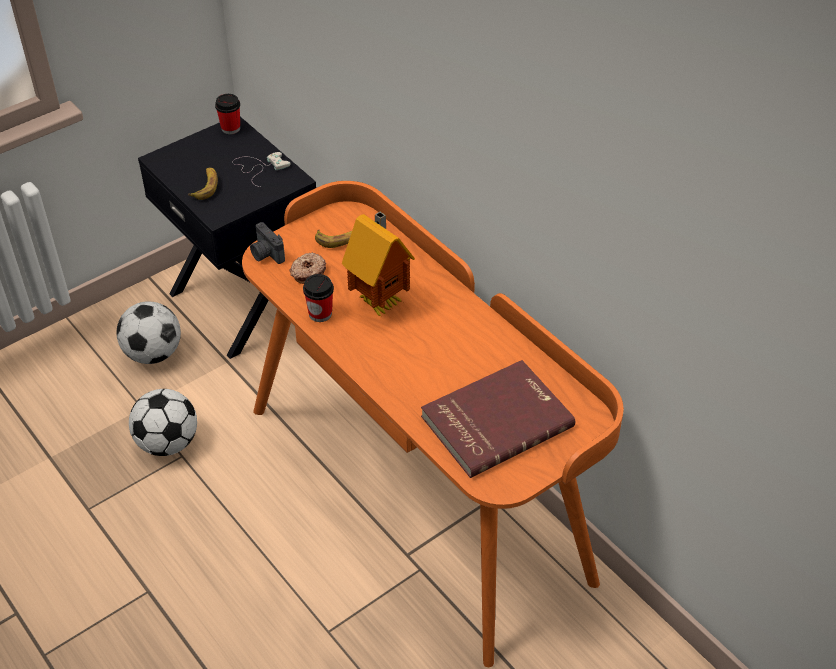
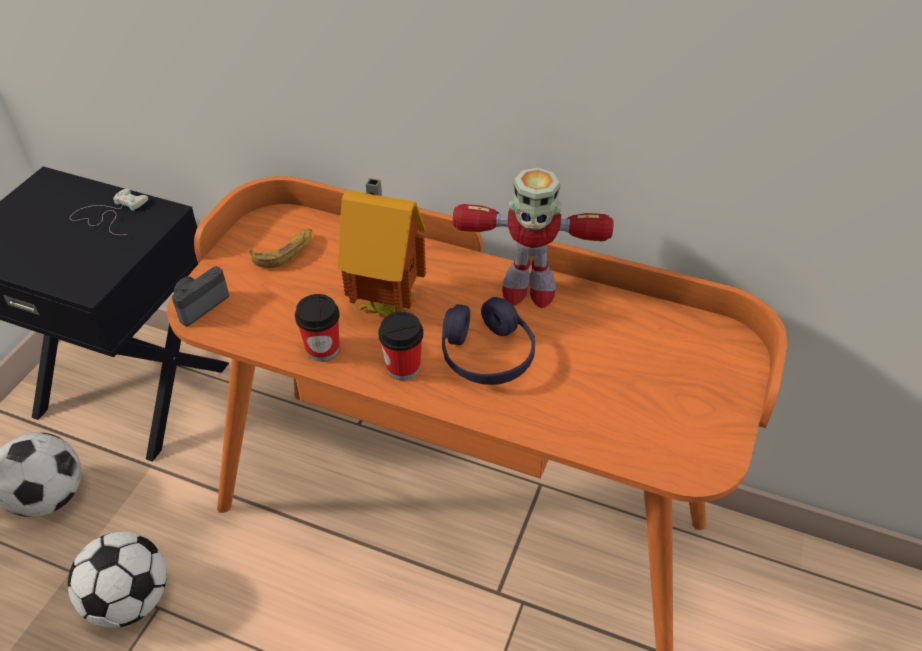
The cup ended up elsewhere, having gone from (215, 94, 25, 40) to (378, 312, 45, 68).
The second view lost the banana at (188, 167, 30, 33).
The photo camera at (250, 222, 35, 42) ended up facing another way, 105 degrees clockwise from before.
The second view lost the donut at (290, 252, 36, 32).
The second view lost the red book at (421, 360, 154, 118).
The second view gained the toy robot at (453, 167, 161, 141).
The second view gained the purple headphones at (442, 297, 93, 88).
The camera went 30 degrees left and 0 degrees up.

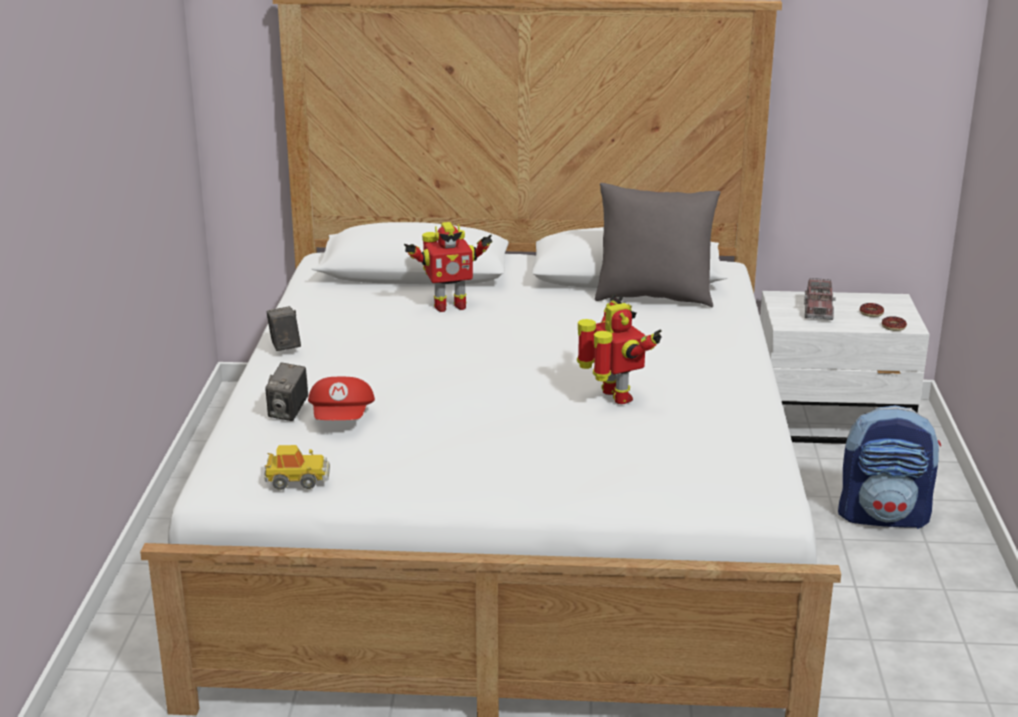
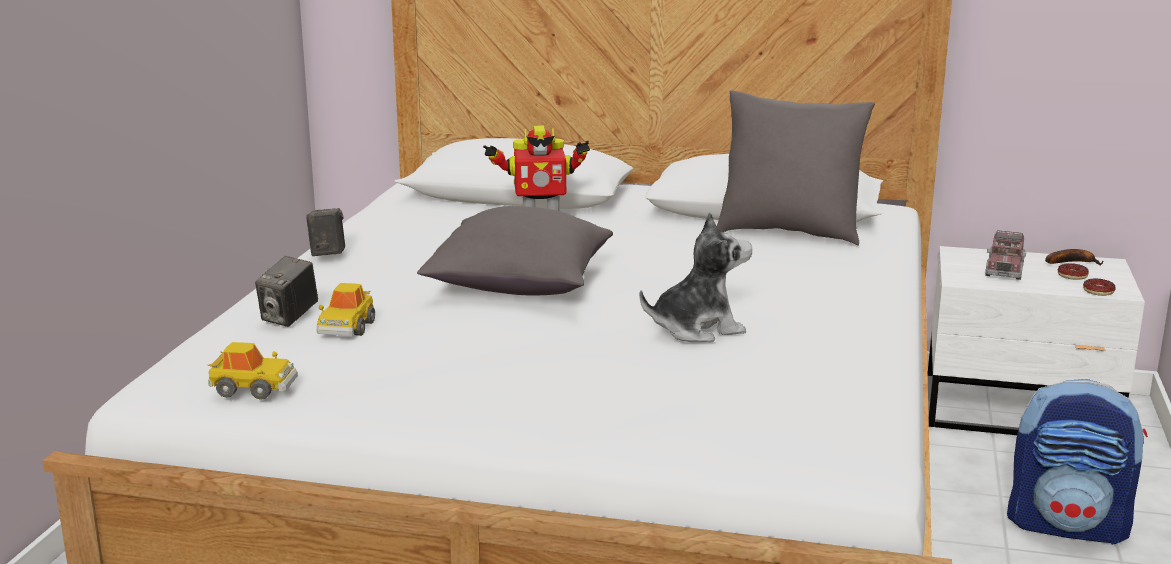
Where the toy robot stood at (577, 294, 85, 110), the plush toy came to stand at (639, 213, 113, 129).
Where the red cap stood at (308, 377, 67, 43), the toy car came to stand at (316, 283, 59, 53).
The second view gained the grey pillow at (417, 206, 196, 90).
The second view gained the banana at (1045, 249, 58, 16).
The camera went 10 degrees right and 5 degrees down.

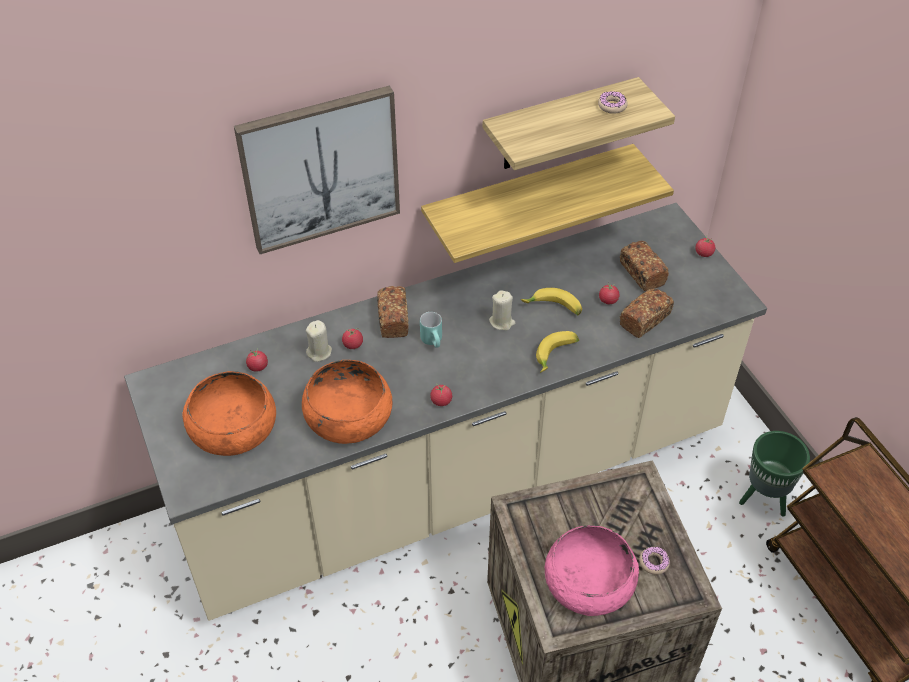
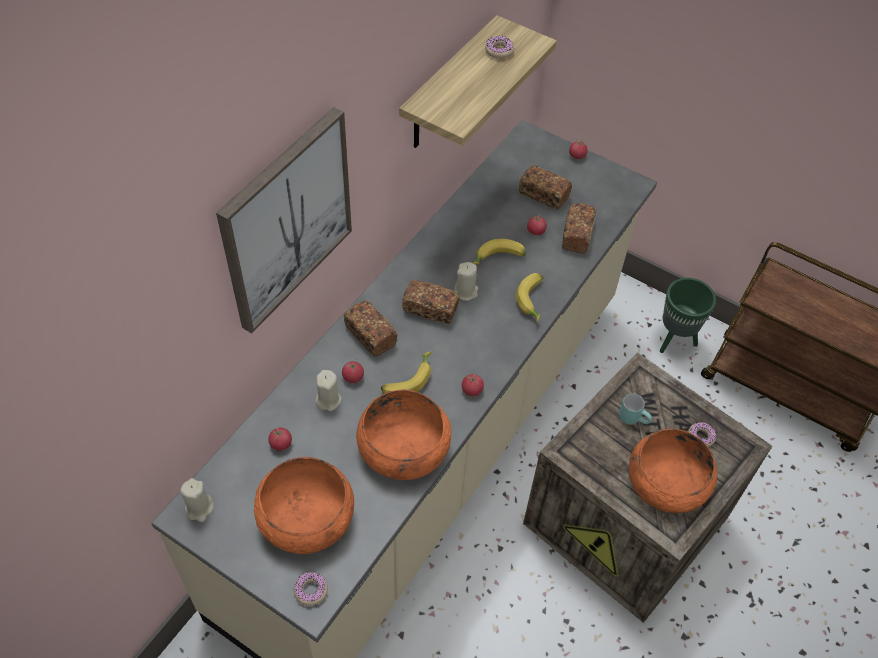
The second view lost the shelf at (421, 144, 253, 119).
The turquoise mug ended up elsewhere, having gone from (420, 312, 22, 36) to (619, 393, 33, 32).
What was the pink bowl at (545, 525, 94, 91) turned into the orange bowl at (629, 429, 88, 84).
The second view gained the bread at (402, 280, 58, 44).
The second view gained the banana at (381, 351, 51, 43).
The second view gained the beige candle at (180, 478, 34, 44).
The second view gained the donut at (294, 572, 34, 34).
The camera went 35 degrees left and 5 degrees up.

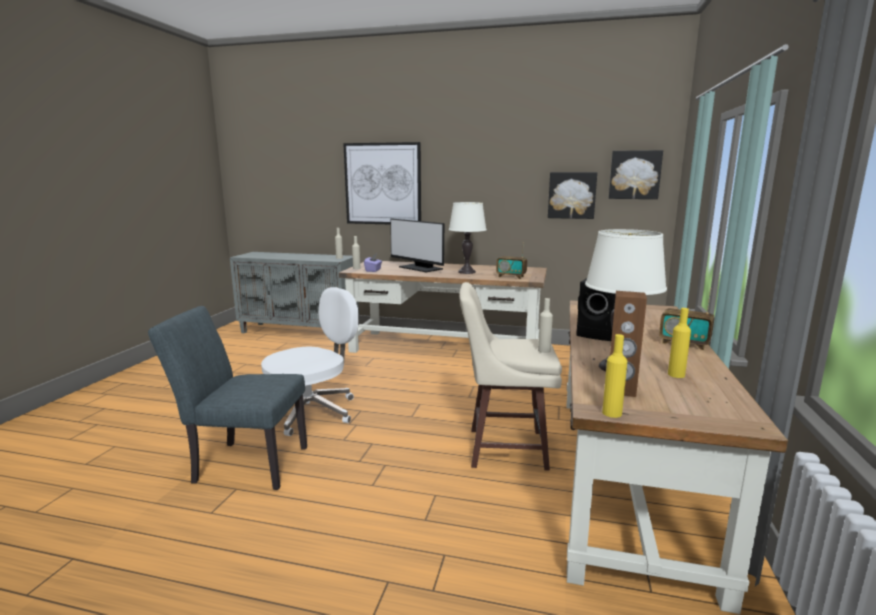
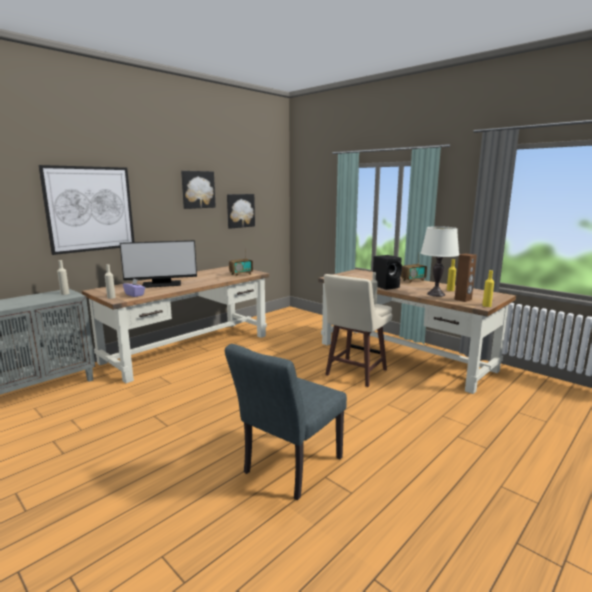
The picture ended up elsewhere, having gone from (609, 150, 54, 49) to (181, 171, 35, 38).
The second view lost the white table lamp at (449, 202, 38, 72).
The second view lost the white office chair at (261, 287, 98, 149).
The camera went 60 degrees left and 0 degrees up.

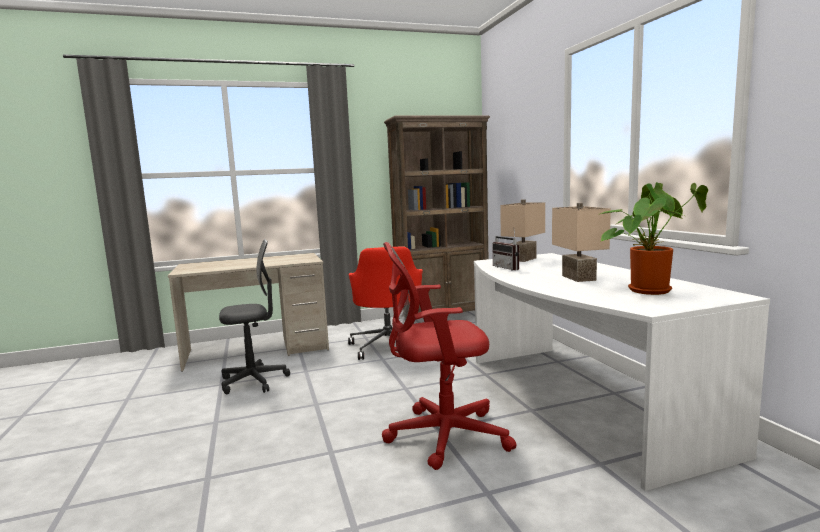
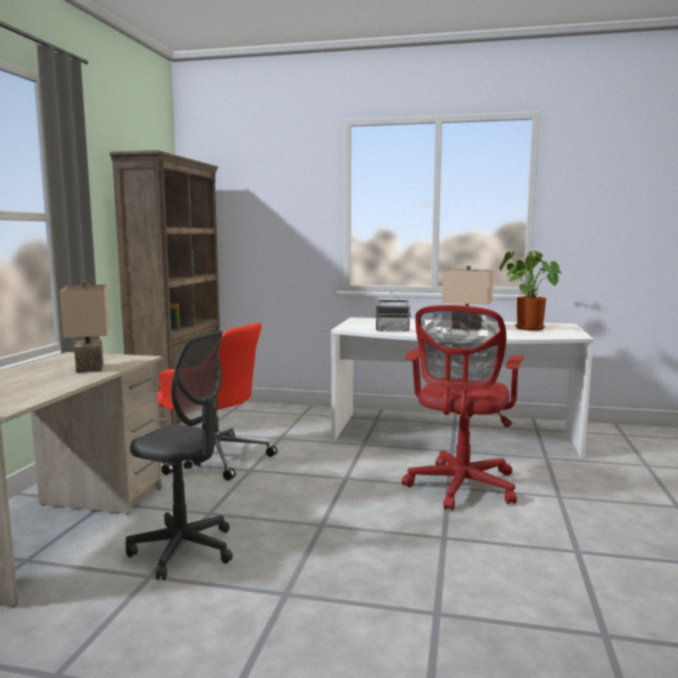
The beige table lamp ended up elsewhere, having gone from (500, 199, 45, 63) to (60, 281, 49, 92).
The grey office chair at (219, 239, 71, 155) ended up facing another way, 105 degrees clockwise from before.
The camera went 60 degrees left and 0 degrees up.

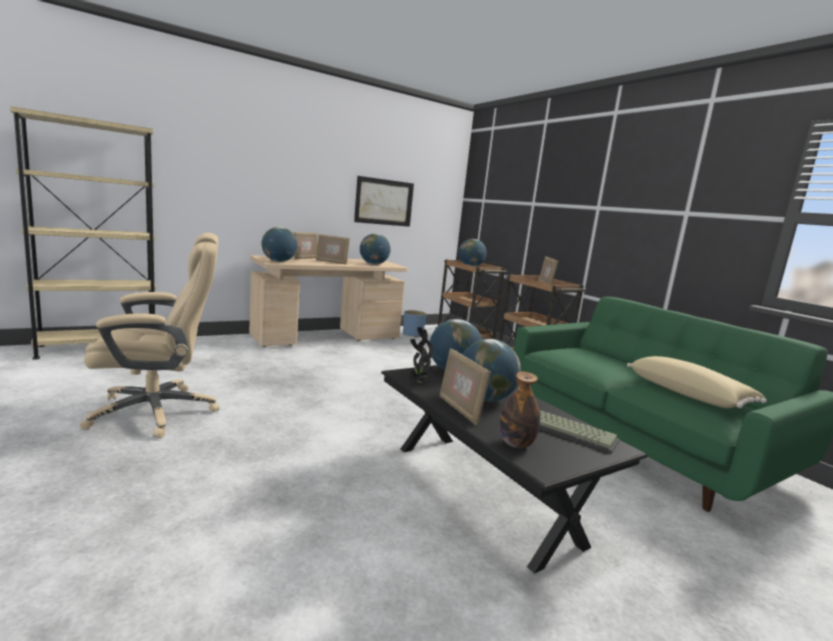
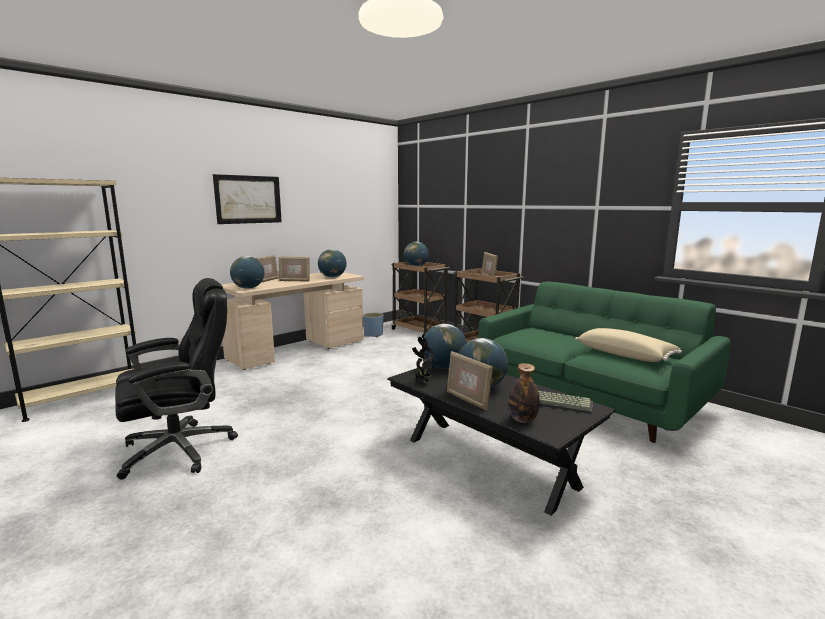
The picture ended up elsewhere, having gone from (354, 176, 60, 51) to (213, 174, 69, 50).
What was the beige office chair at (80, 233, 140, 205) turned into the black office chair at (115, 278, 123, 202).
The camera went 10 degrees left and 0 degrees up.

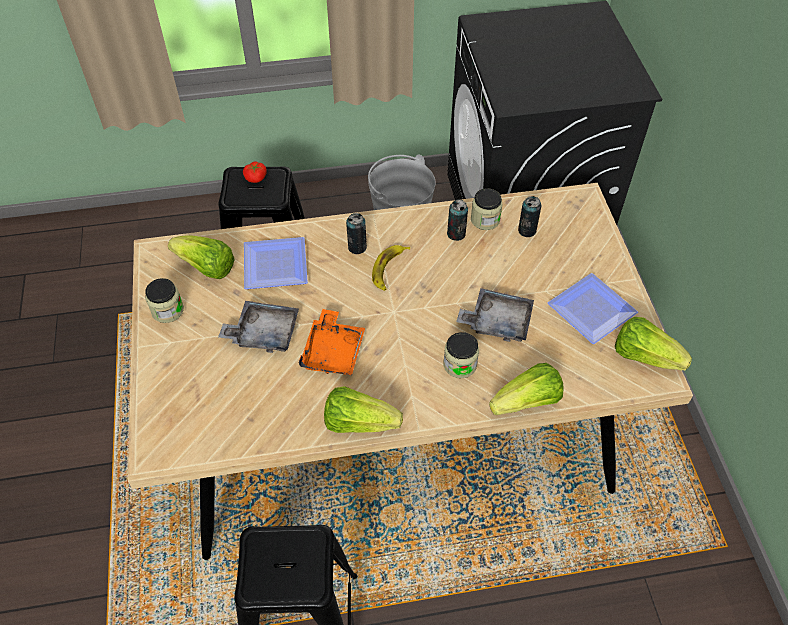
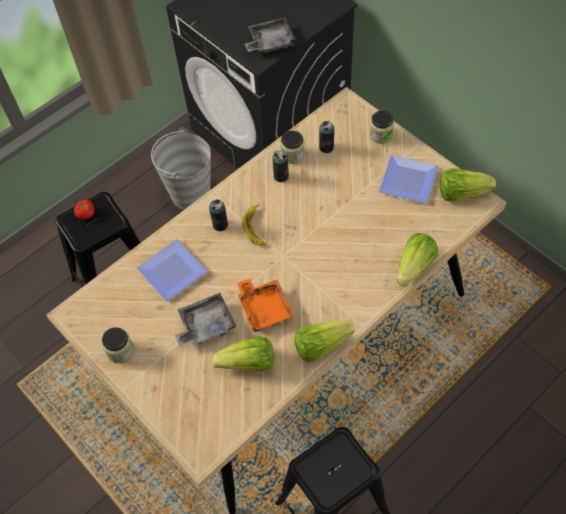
The lettuce ended up elsewhere, having gone from (168, 235, 66, 44) to (212, 337, 62, 34).
The grey tray ended up elsewhere, having gone from (456, 288, 78, 54) to (245, 17, 52, 36).
The jar ended up elsewhere, having gone from (443, 332, 36, 46) to (369, 110, 25, 34).
The camera went 30 degrees left and 5 degrees up.

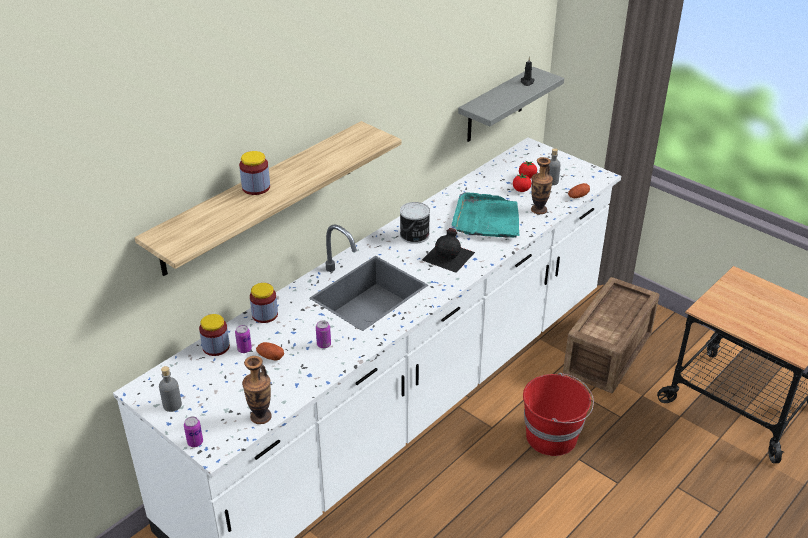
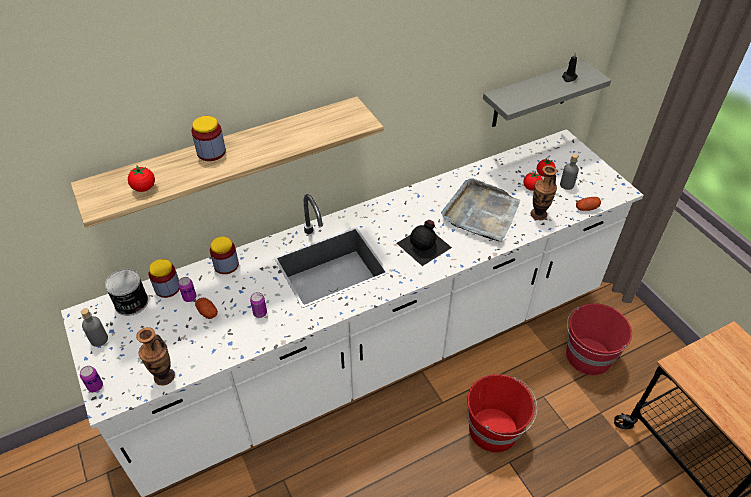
What was the turquoise tray at (452, 192, 67, 46) turned into the grey tray at (441, 178, 79, 64).
The can ended up elsewhere, having gone from (400, 202, 30, 42) to (105, 269, 44, 47).
Where the crate stood at (563, 277, 97, 116), the red bucket came to stand at (566, 303, 66, 72).
The second view gained the tomato at (128, 166, 27, 26).
The camera went 20 degrees right and 10 degrees up.

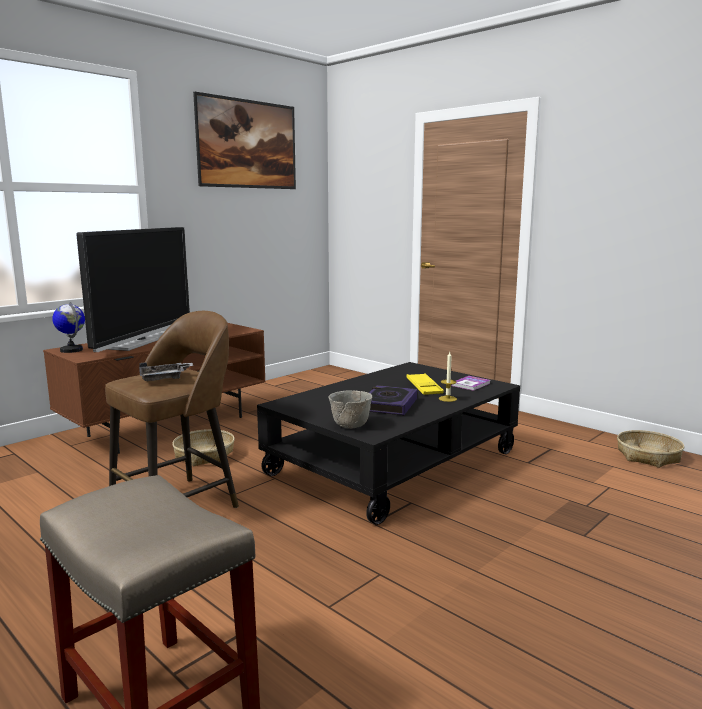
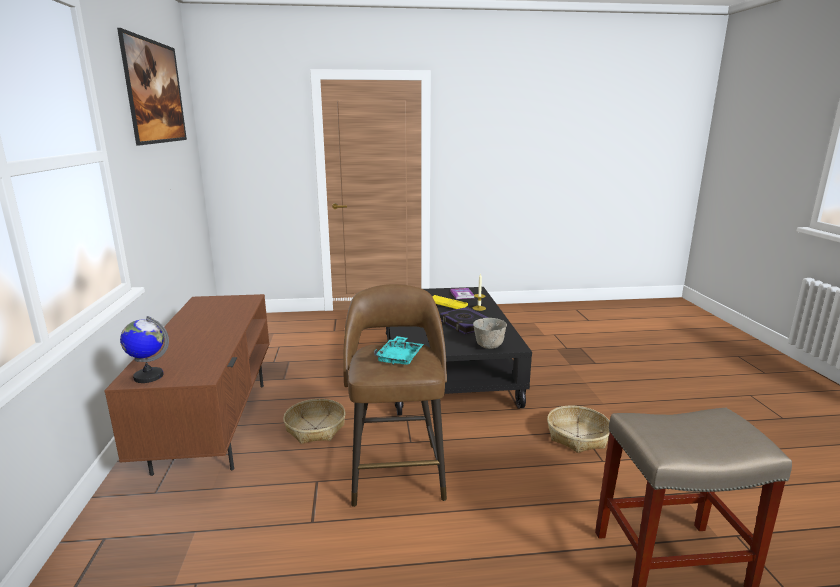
The second view lost the television at (76, 227, 114, 125).
What was the grey tray at (139, 362, 54, 19) turned into the turquoise tray at (374, 336, 50, 29).
The basket ended up elsewhere, having gone from (617, 430, 67, 38) to (547, 406, 63, 47).
The camera went 50 degrees left and 5 degrees up.

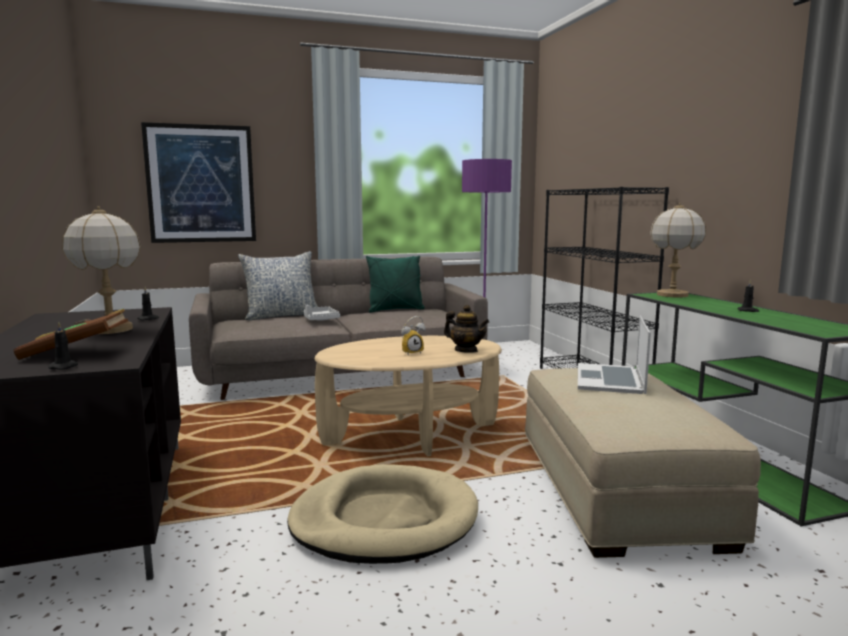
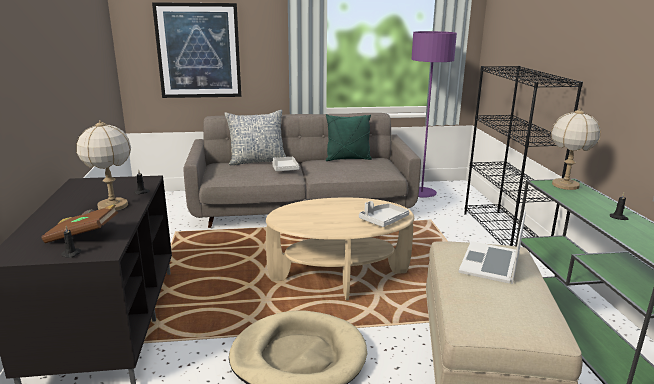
Where the teapot stood at (444, 305, 45, 48), the grey tray came to stand at (359, 201, 50, 26).
The second view lost the alarm clock at (401, 316, 25, 40).
The camera went 10 degrees right and 10 degrees up.

